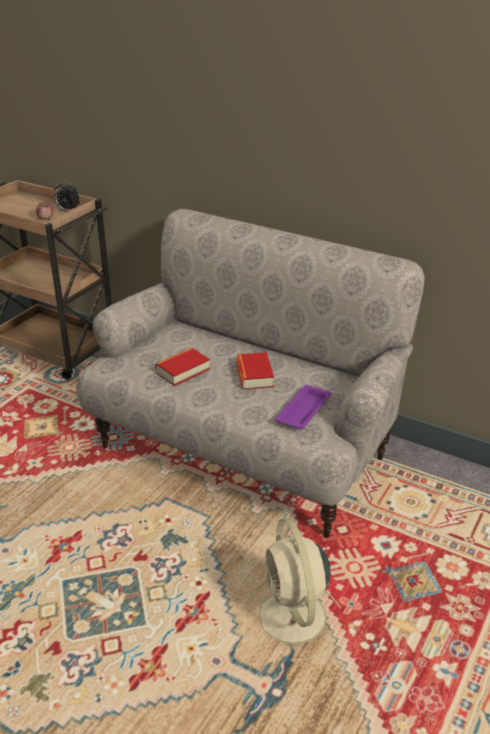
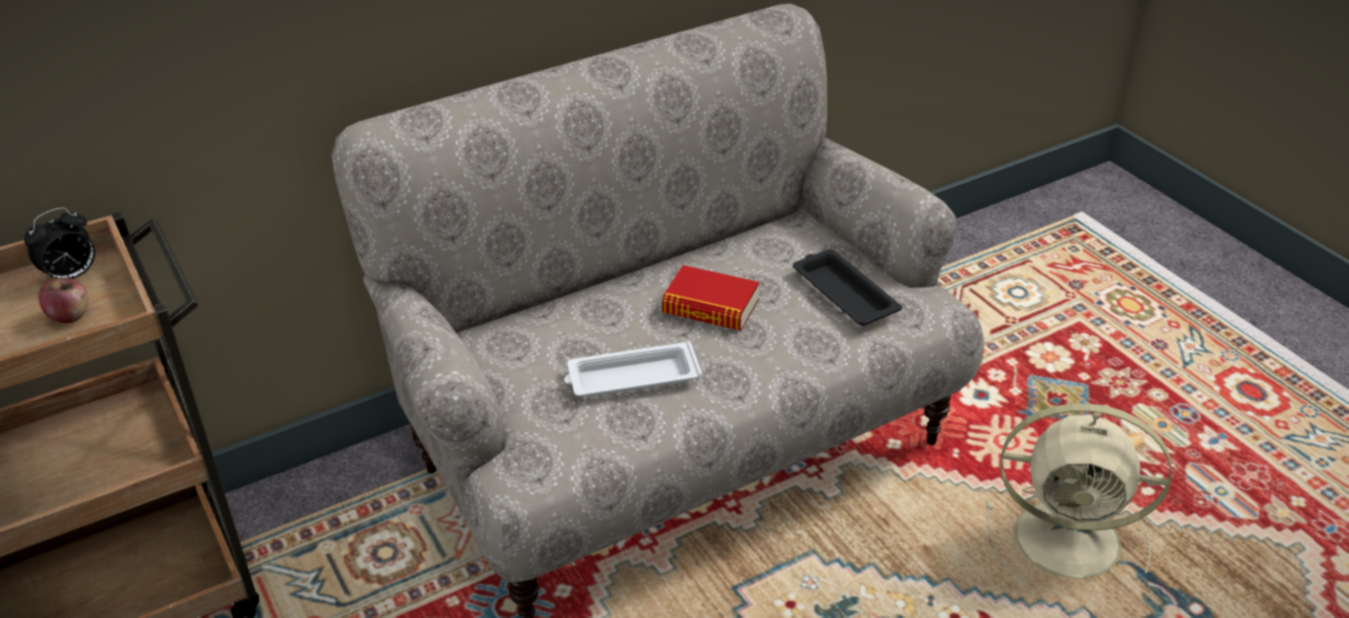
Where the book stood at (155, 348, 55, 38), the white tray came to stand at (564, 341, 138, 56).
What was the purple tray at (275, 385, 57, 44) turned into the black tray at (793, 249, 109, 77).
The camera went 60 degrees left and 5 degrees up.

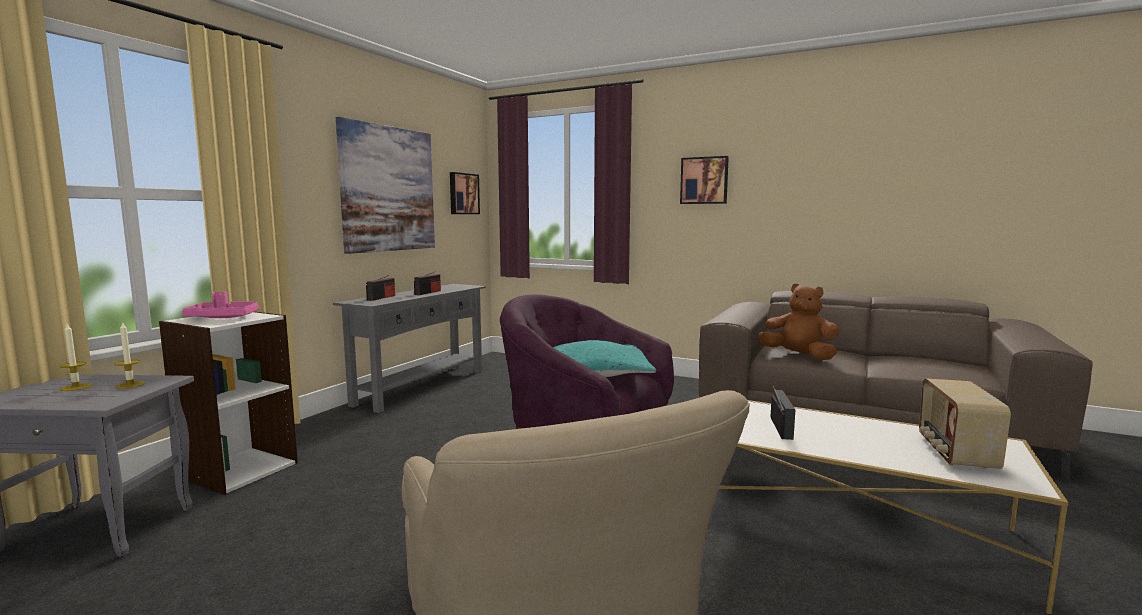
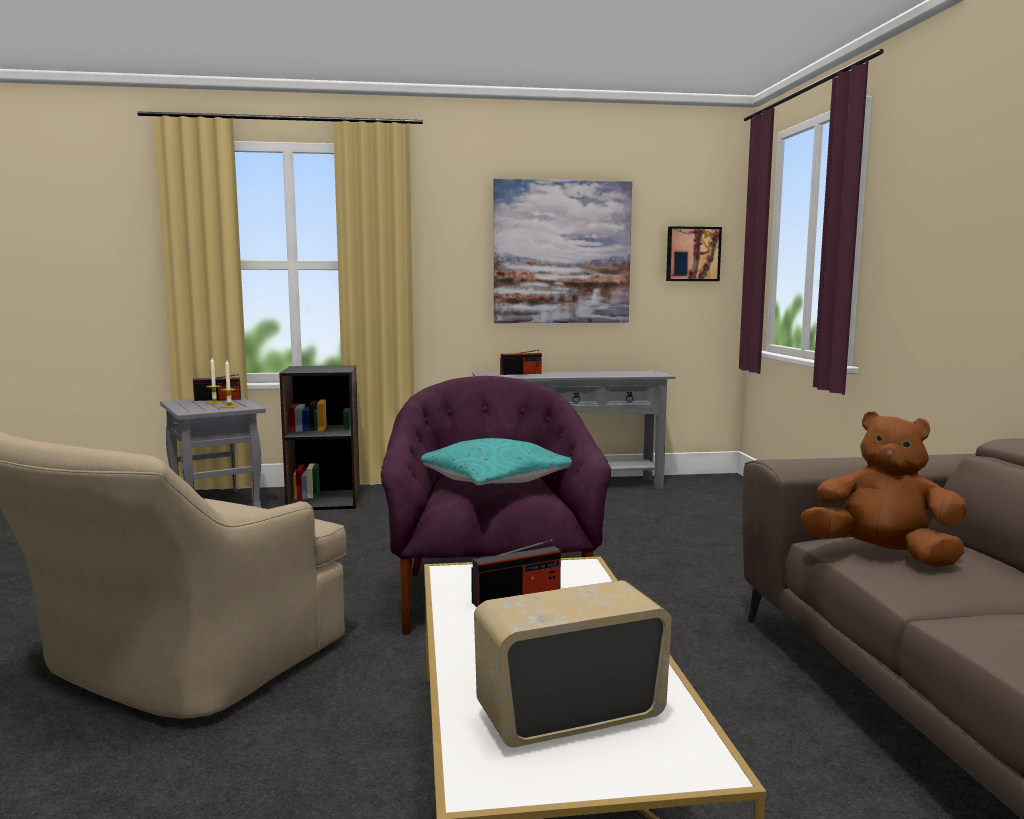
The second view lost the picture at (680, 156, 49, 48).
The radio ended up elsewhere, having gone from (414, 272, 27, 23) to (193, 374, 48, 27).
The brown plush toy at (757, 283, 82, 77) ended up facing another way, 60 degrees counterclockwise from before.
The second view lost the pink tray at (182, 292, 77, 26).
What was the white bookcase at (159, 312, 139, 183) turned into the black bookcase at (279, 365, 81, 145).
The camera went 55 degrees right and 0 degrees up.

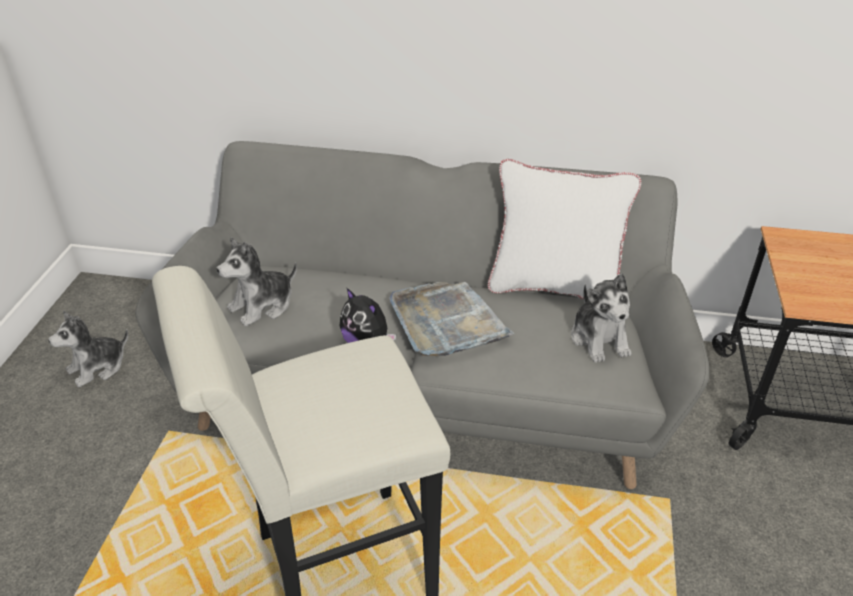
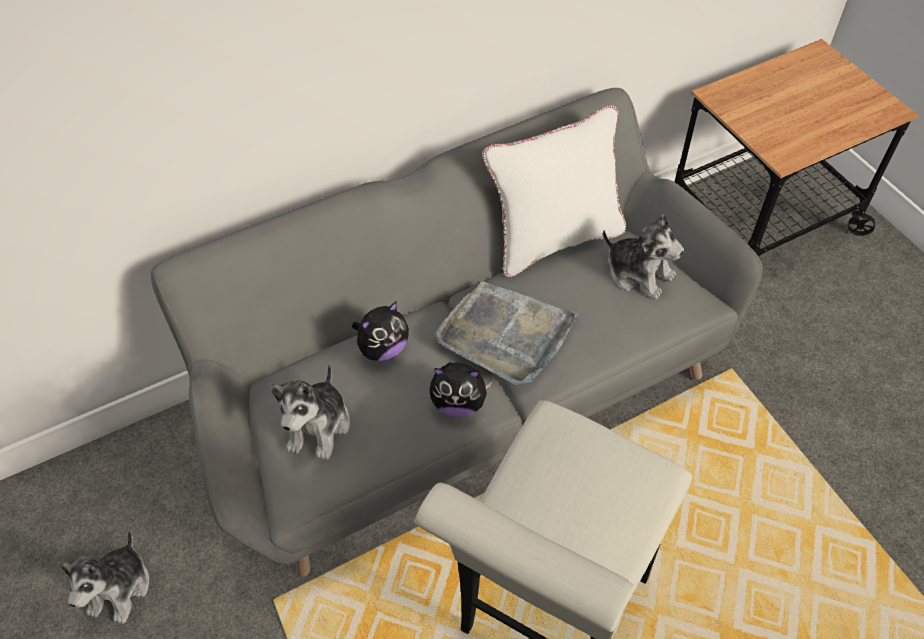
The second view gained the plush toy at (352, 301, 57, 60).
The camera went 35 degrees left and 15 degrees up.

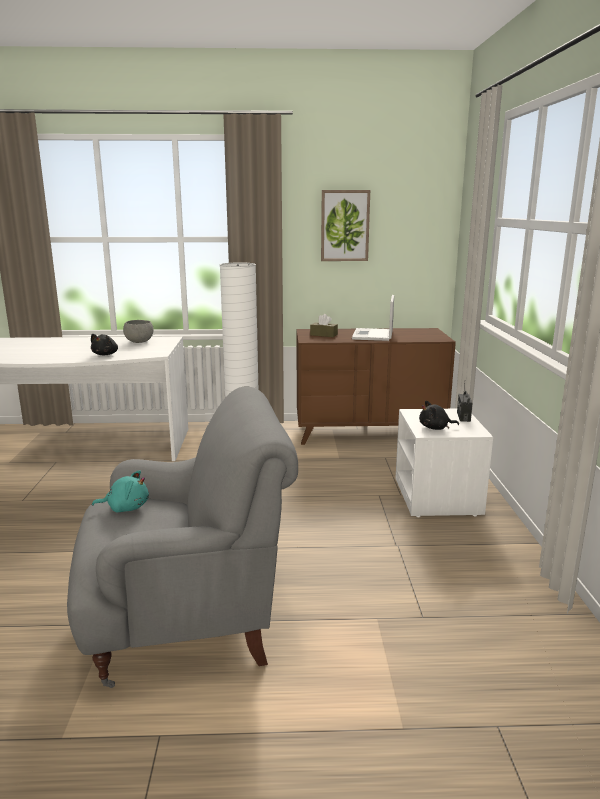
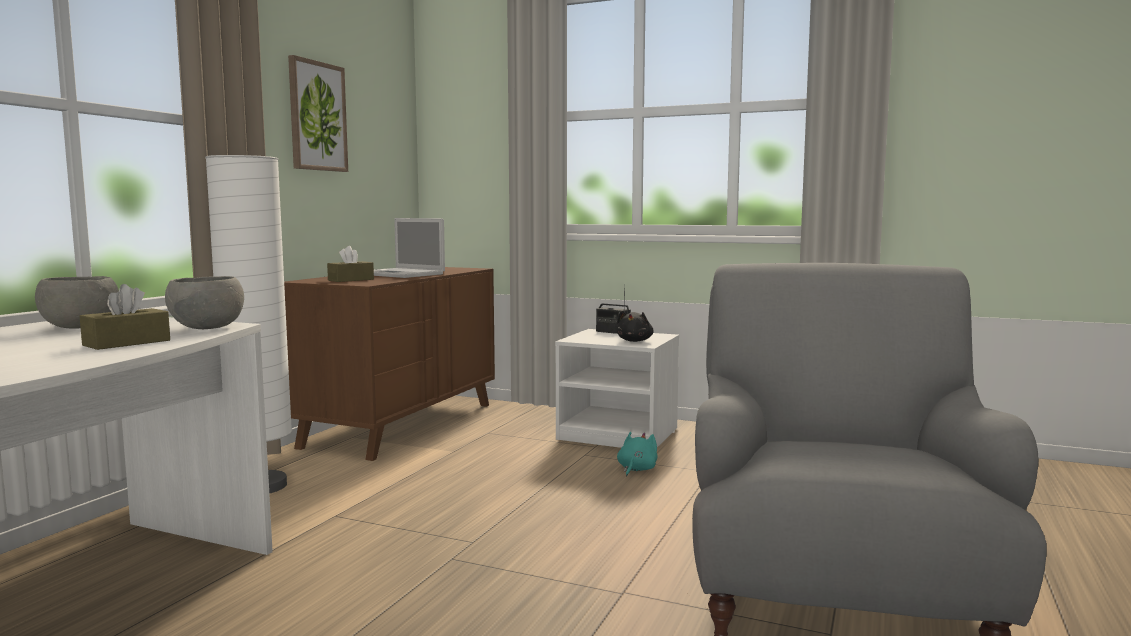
Where the black plush toy stood at (91, 334, 27, 21), the brown tissue box came to stand at (80, 284, 90, 66).
The turquoise plush toy ended up elsewhere, having gone from (92, 470, 57, 42) to (617, 432, 40, 44).
The second view gained the grey bowl at (165, 276, 79, 53).
The camera went 65 degrees left and 10 degrees down.

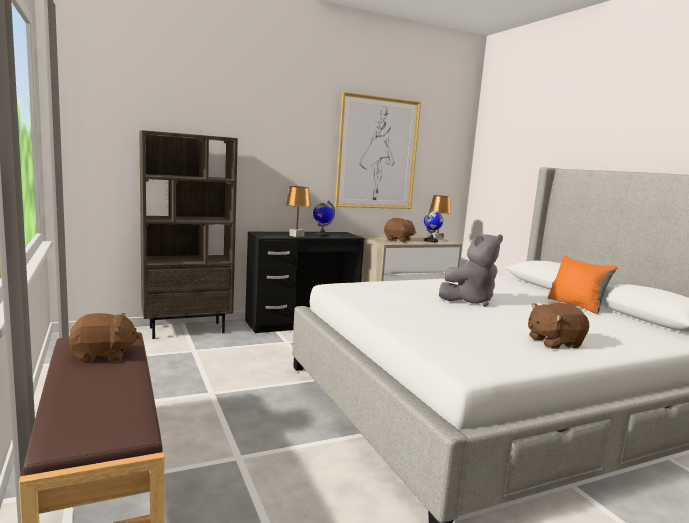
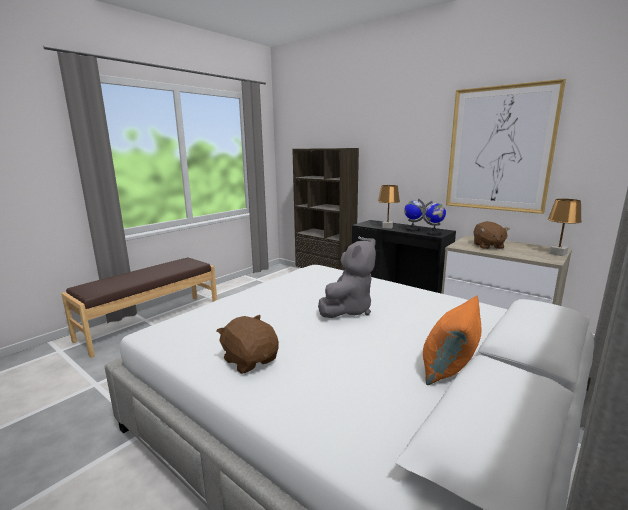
The globe ended up elsewhere, having gone from (424, 209, 19, 33) to (422, 201, 24, 34).
The grey plush toy at (439, 234, 64, 73) ended up facing another way, 90 degrees counterclockwise from before.
The second view lost the brown plush toy at (69, 313, 71, 50).
The camera went 65 degrees right and 5 degrees up.

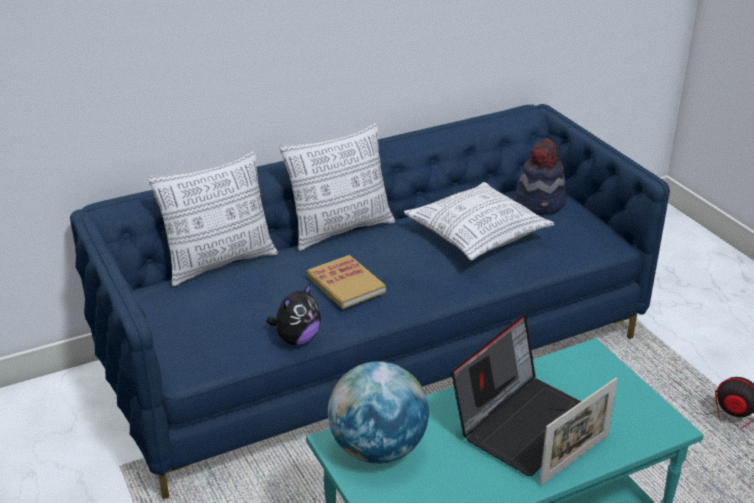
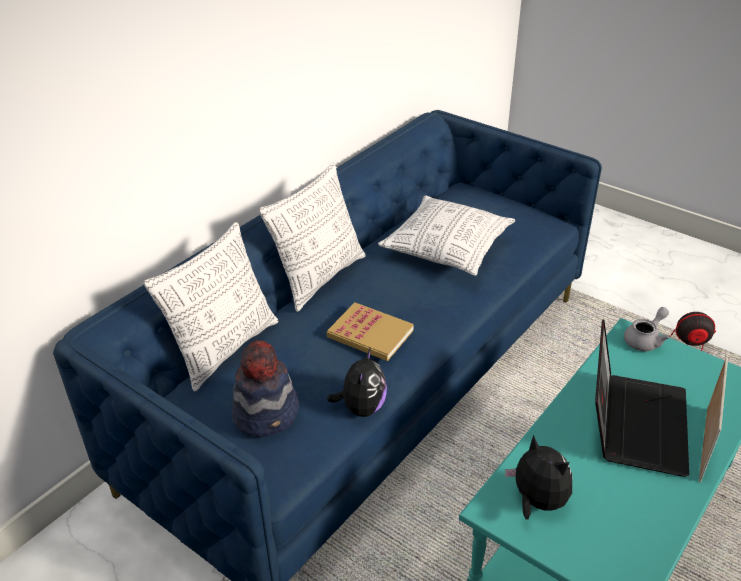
The hat ended up elsewhere, having gone from (514, 138, 53, 77) to (232, 340, 67, 97).
Where the globe stood at (328, 361, 101, 103), the plush toy came to stand at (505, 435, 67, 84).
The second view gained the grey teapot at (624, 307, 46, 44).
The camera went 25 degrees left and 5 degrees up.

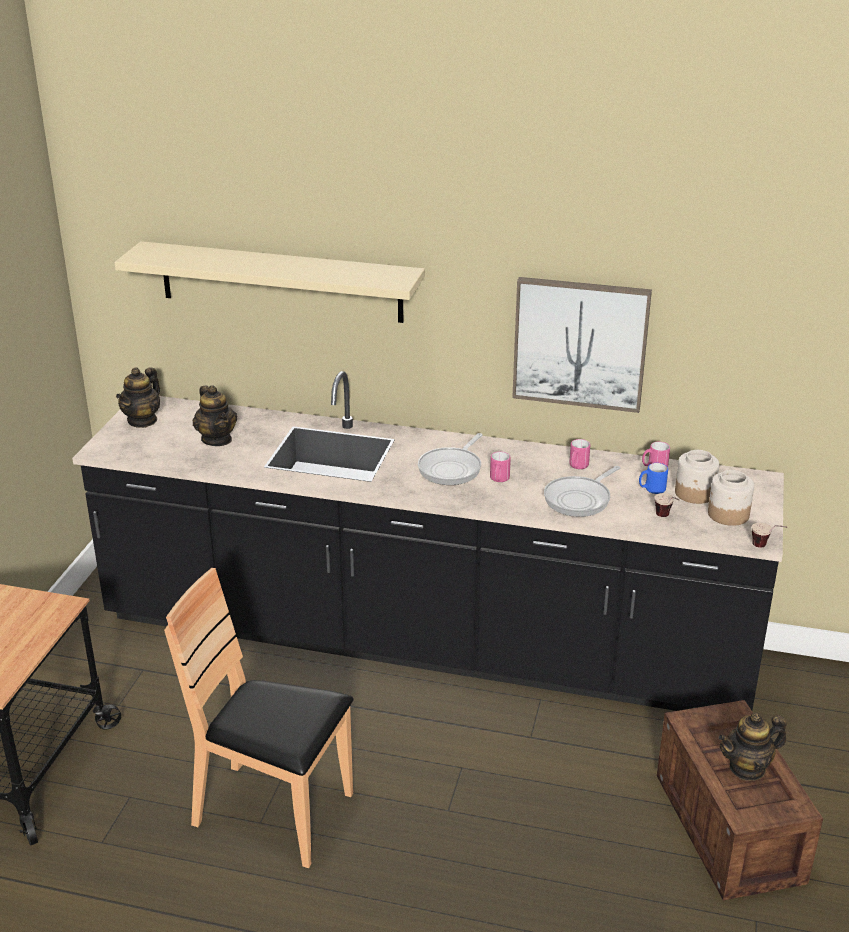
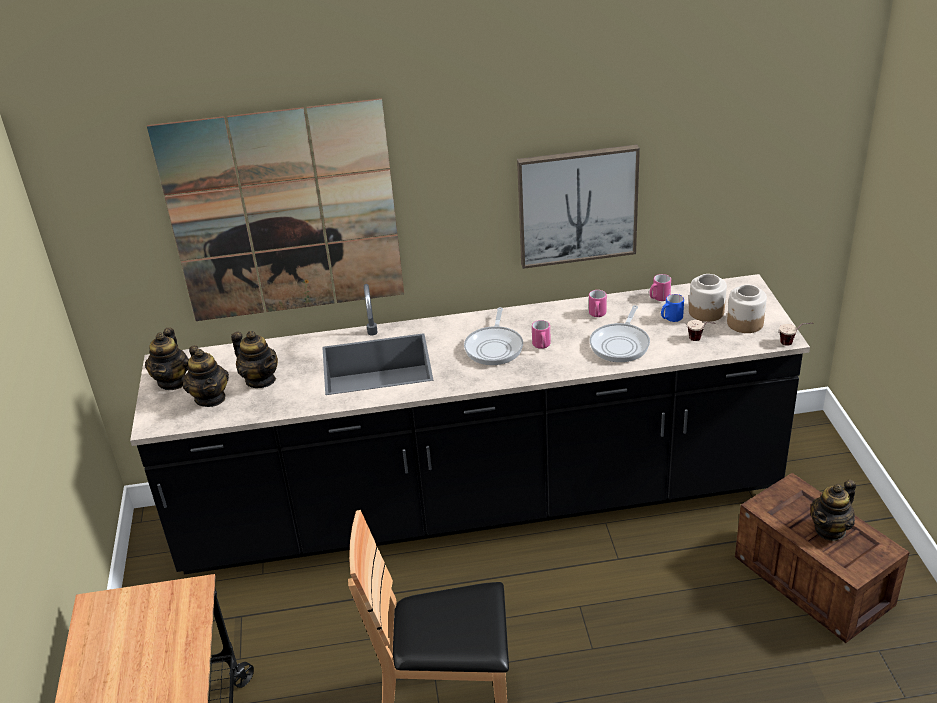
Where the beige shelf hung at (114, 241, 311, 82), the picture came to hang at (147, 98, 257, 223).
The second view gained the teapot at (183, 345, 46, 62).
The camera went 20 degrees left and 5 degrees up.

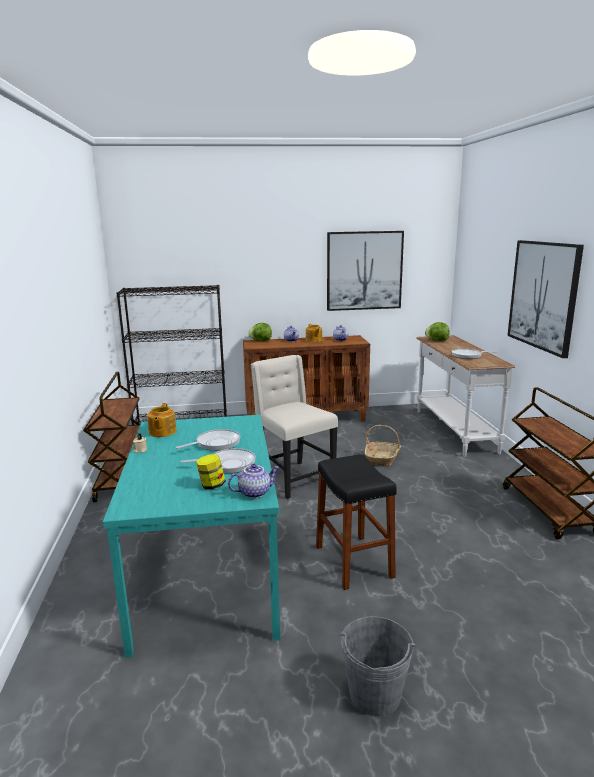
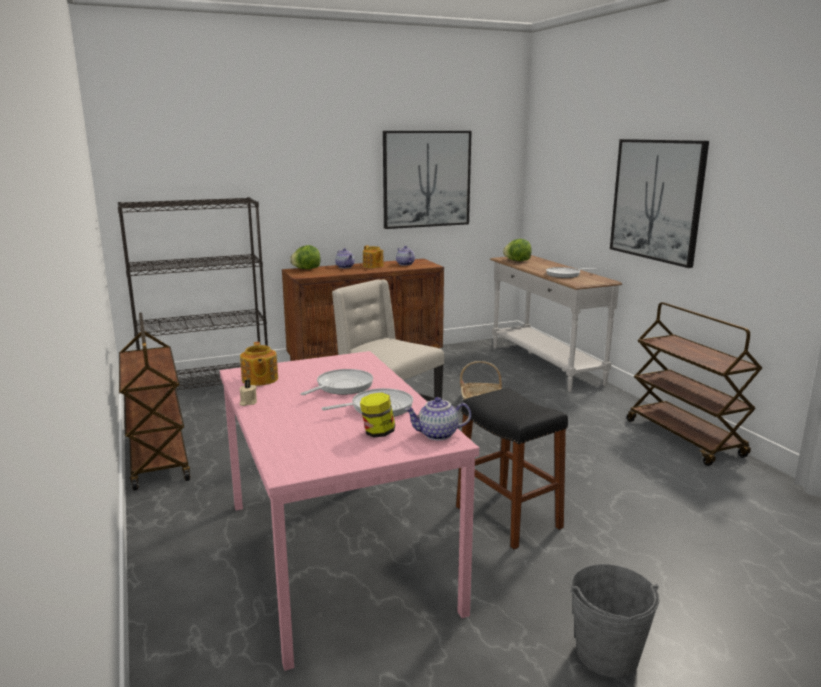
What was the turquoise dining table at (103, 415, 177, 242) turned into the pink dining table at (220, 351, 259, 320).
The teapot at (228, 464, 51, 34) ended up facing another way, 150 degrees counterclockwise from before.
The camera went 15 degrees left and 0 degrees up.

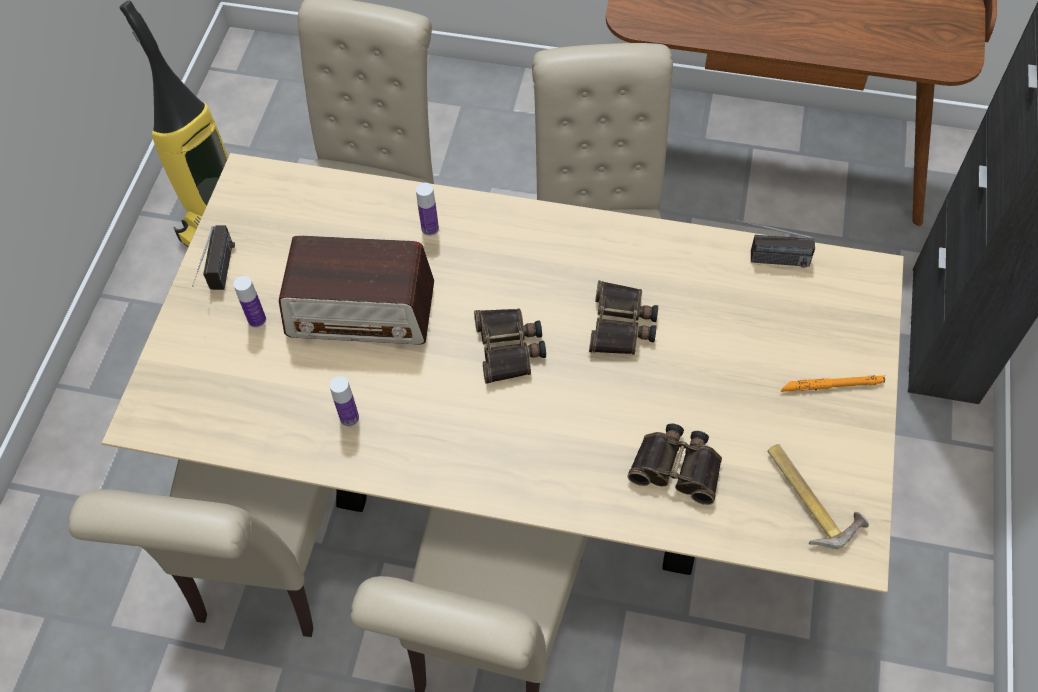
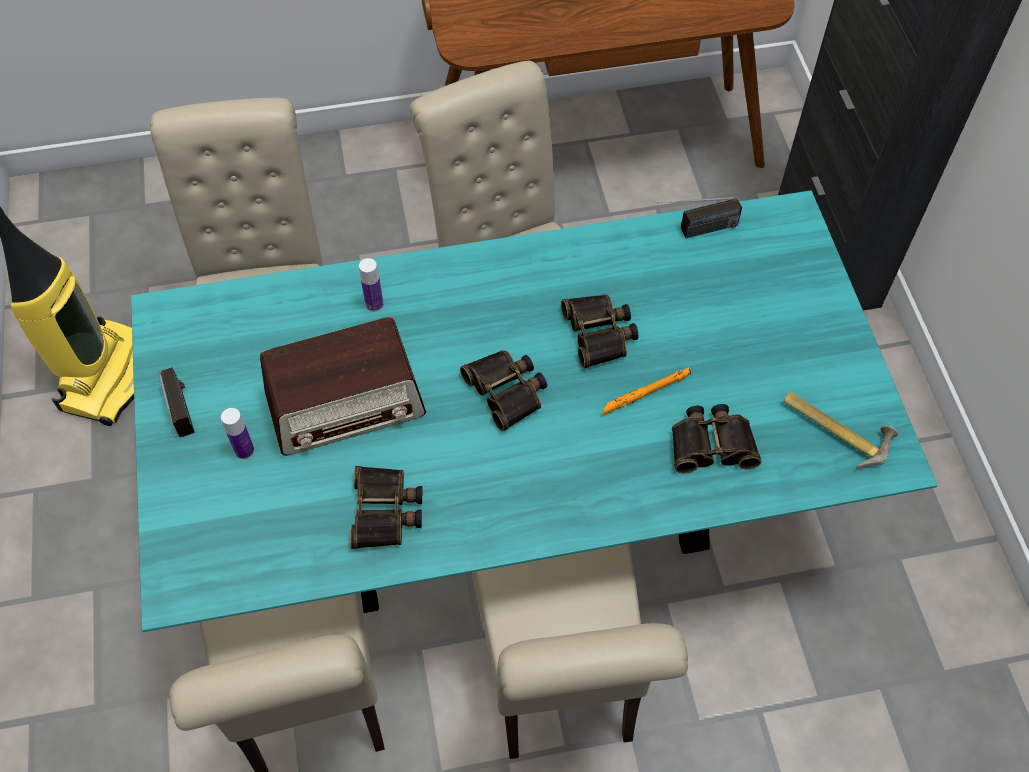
What was the beige dining table at (102, 153, 802, 440) turned into the turquoise dining table at (131, 190, 807, 442).
The orange flashlight ended up elsewhere, having gone from (781, 375, 104, 17) to (602, 367, 89, 49).
Where the bottle stood at (329, 376, 30, 51), the binoculars came to stand at (350, 466, 72, 83).
The camera went 25 degrees left and 0 degrees up.

